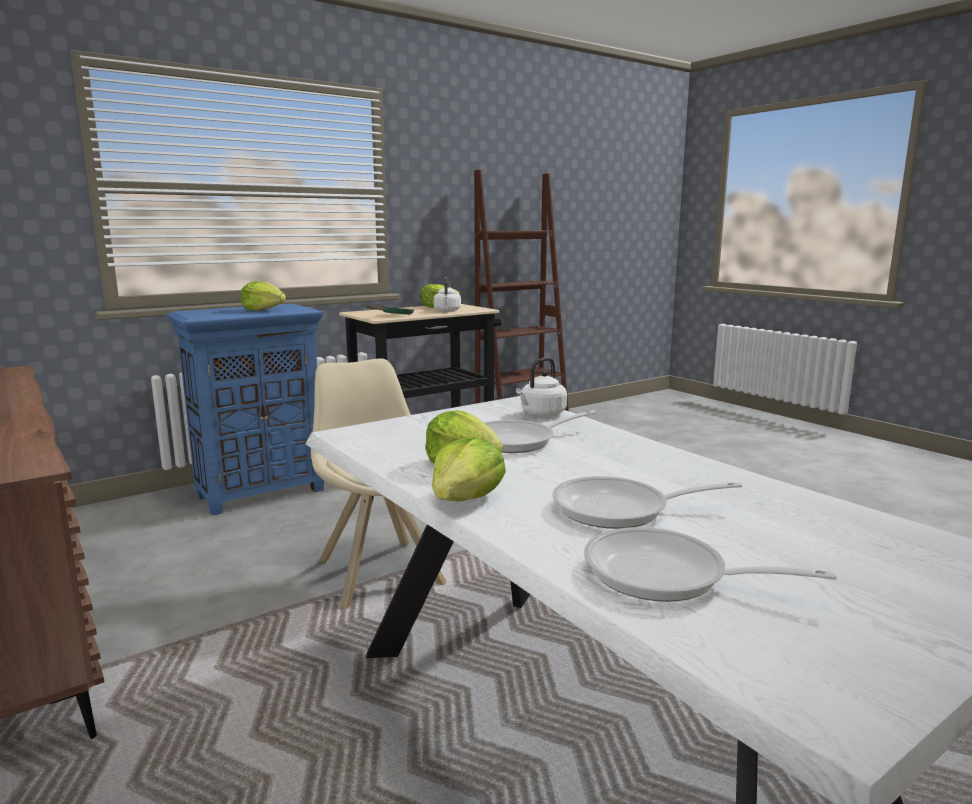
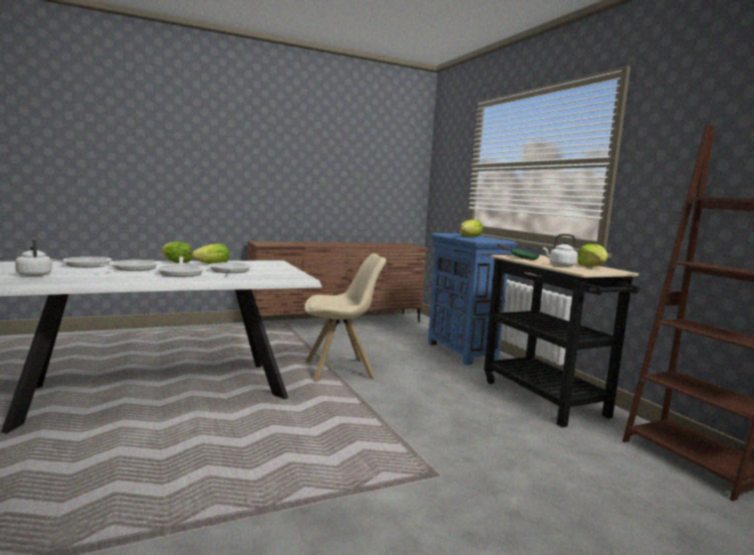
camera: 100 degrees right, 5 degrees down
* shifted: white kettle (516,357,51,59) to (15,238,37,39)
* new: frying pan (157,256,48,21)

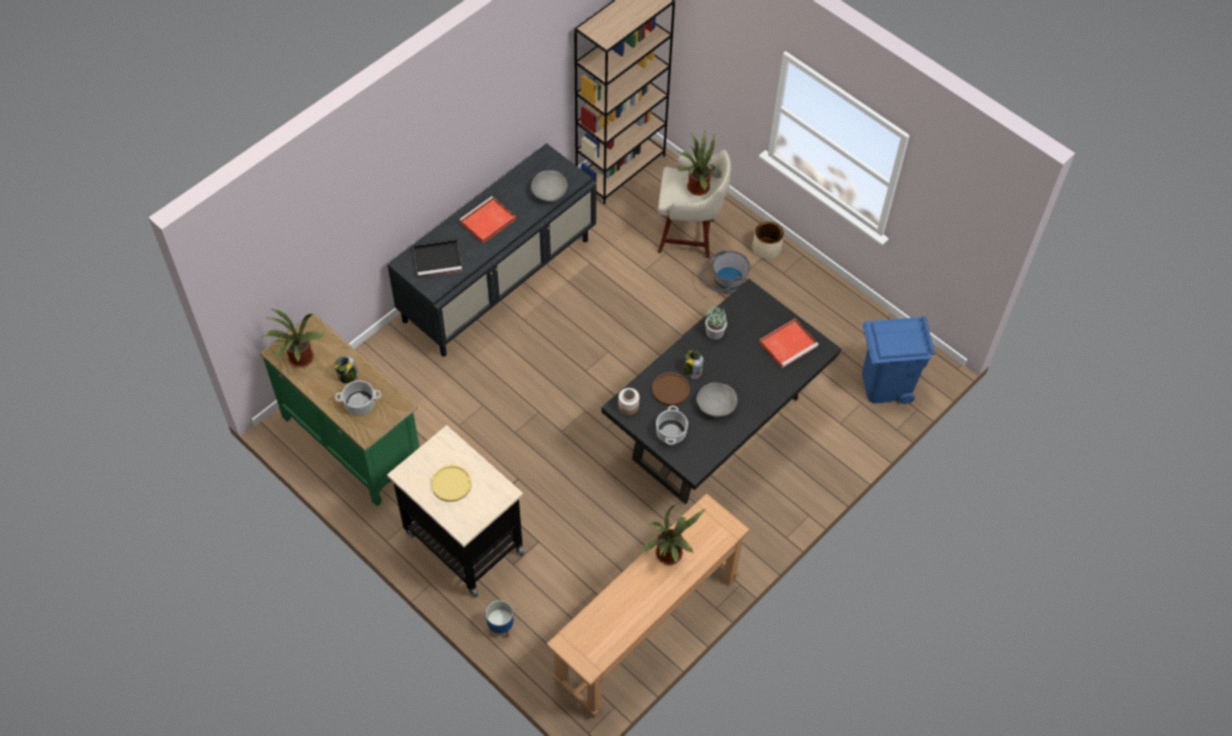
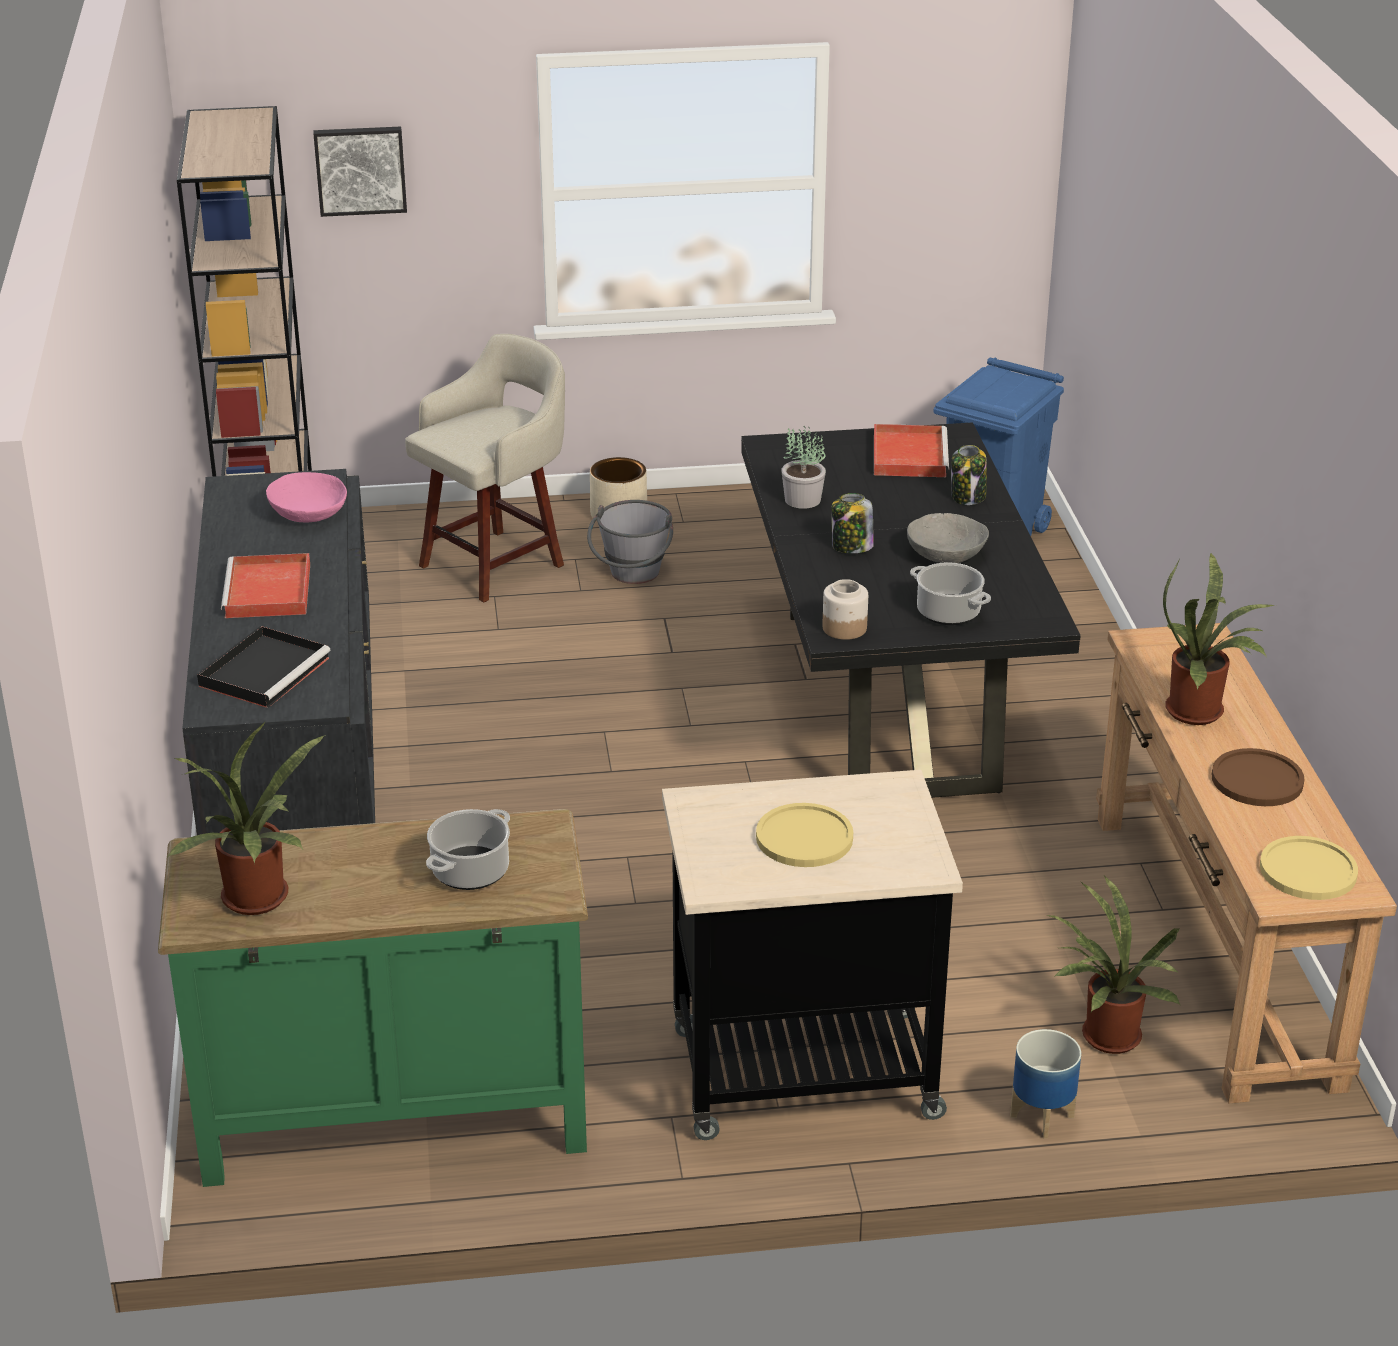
camera: 50 degrees left, 25 degrees down
* shifted: jar (334,356,25,28) to (951,445,36,60)
* repainted: grey bowl (531,170,37,32) to pink bowl (266,472,81,50)
* shifted: brown plate (652,372,38,34) to (1212,748,93,58)
* shifted: potted plant (676,131,39,65) to (1047,875,134,179)
* new: picture (313,126,94,91)
* new: yellow plate (1260,836,98,64)

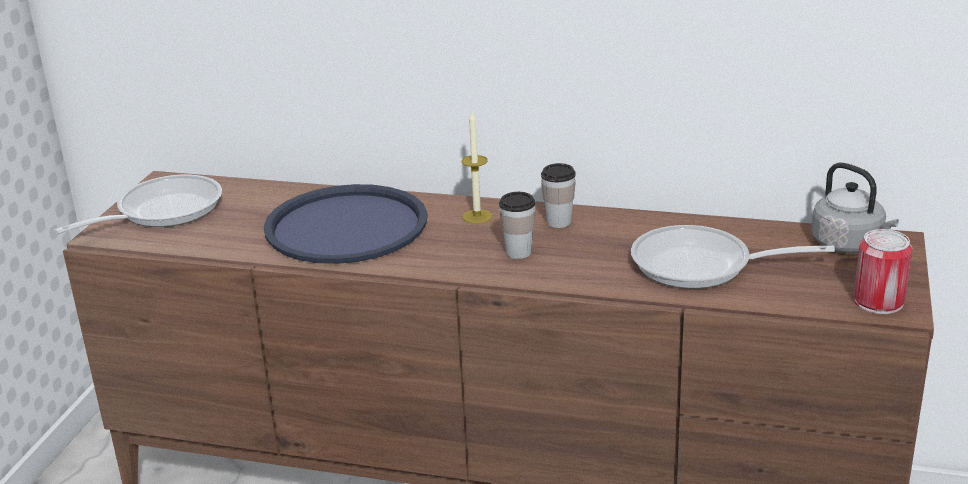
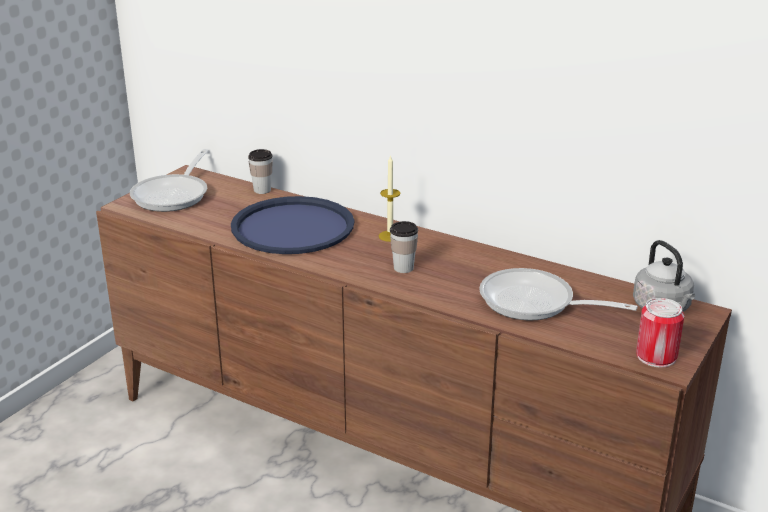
camera: 15 degrees right, 0 degrees up
* rotated: frying pan (54,175,168,59) = (130,149,78,63) 135 degrees clockwise
* shifted: cup (541,163,35,65) to (248,149,25,45)

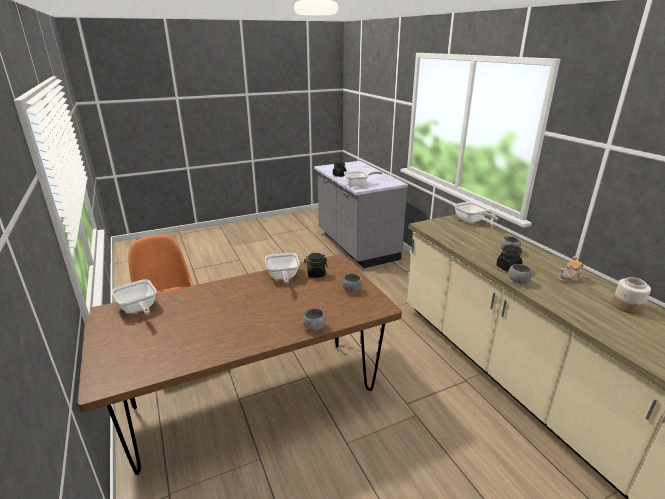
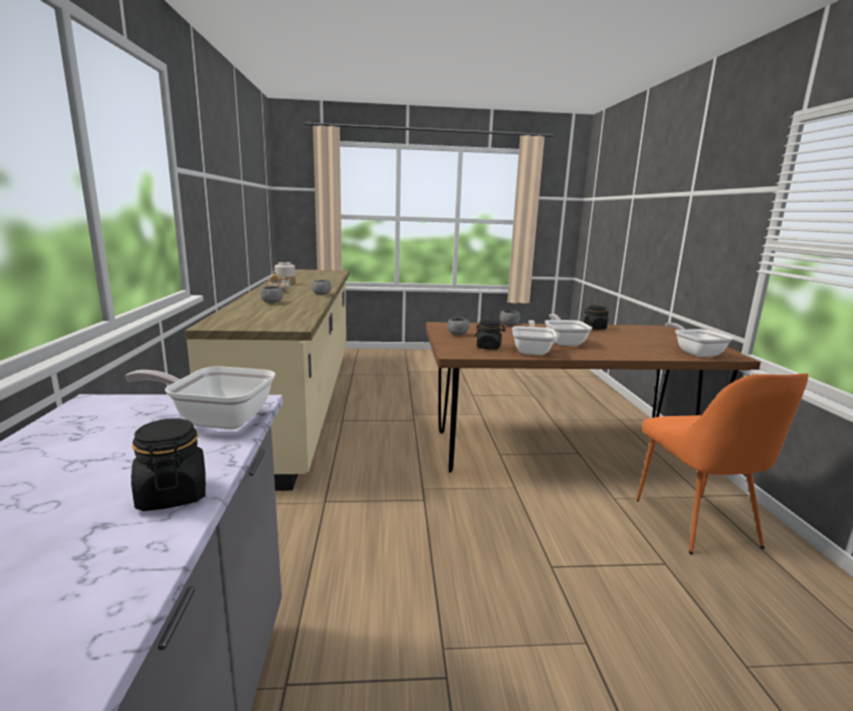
camera: 160 degrees left, 10 degrees down
* shifted: frying pan (454,201,44,22) to (545,314,47,32)
* shifted: black jar (496,245,26,27) to (584,305,25,25)

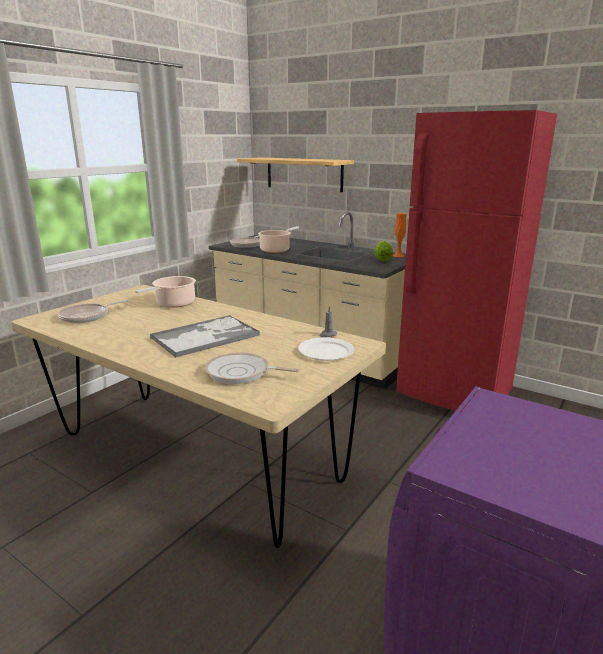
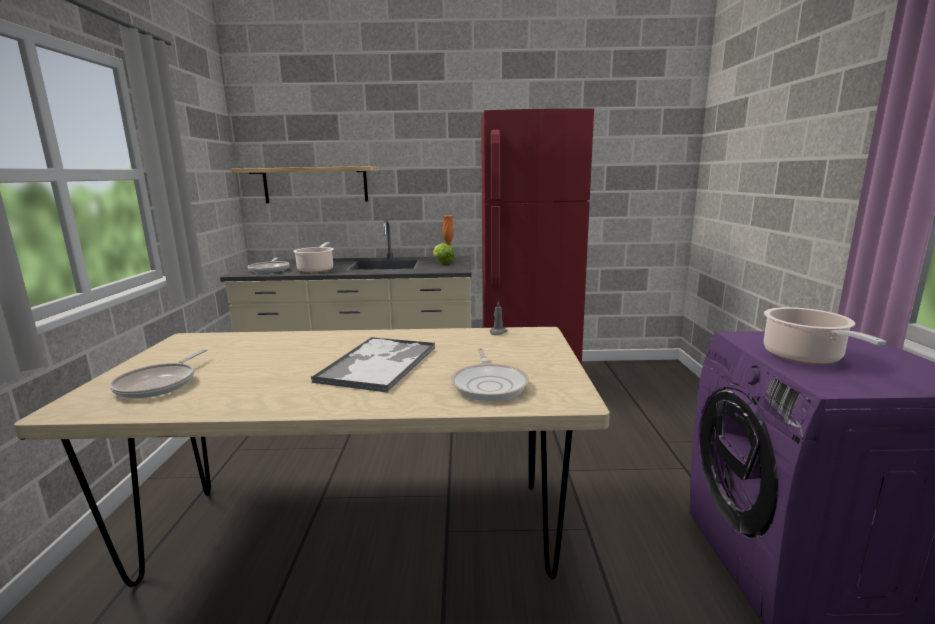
camera: 35 degrees left, 5 degrees down
* shifted: cooking pot (135,276,61,32) to (764,307,122,58)
* rotated: frying pan (205,352,95,32) = (451,348,78,53) 75 degrees counterclockwise
* gone: white plate (298,337,56,24)

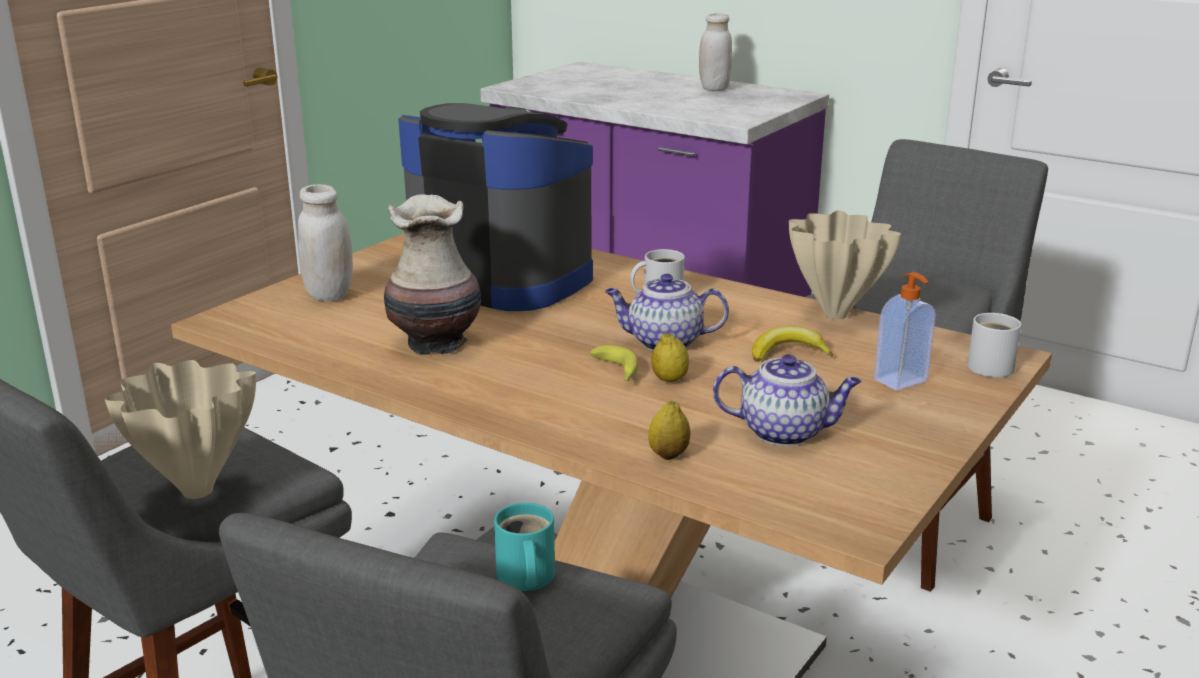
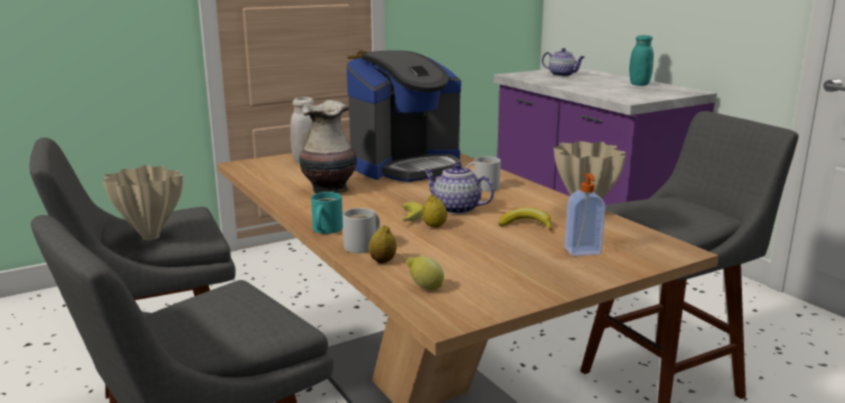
camera: 25 degrees right, 5 degrees down
* rotated: coffee machine (398,103,195,208) = (346,50,115,132) 90 degrees clockwise
* shifted: turquoise mug (494,503,61,88) to (311,192,32,42)
* repainted: white jar (699,13,33,78) to turquoise jar (629,35,25,51)
* shifted: teapot (713,354,149,92) to (542,48,42,28)
* shifted: white mug (967,313,54,64) to (343,208,37,45)
* new: lemon (406,256,38,34)

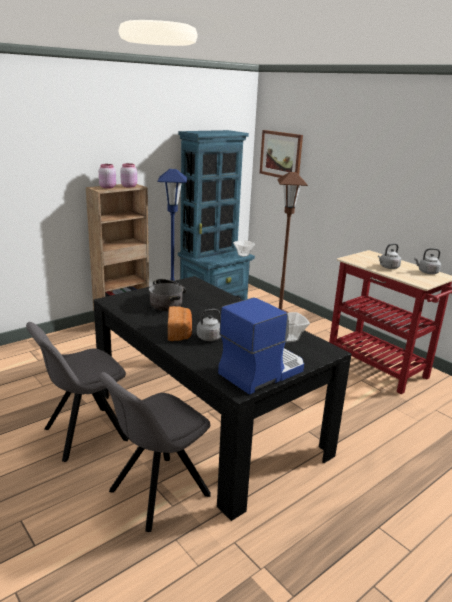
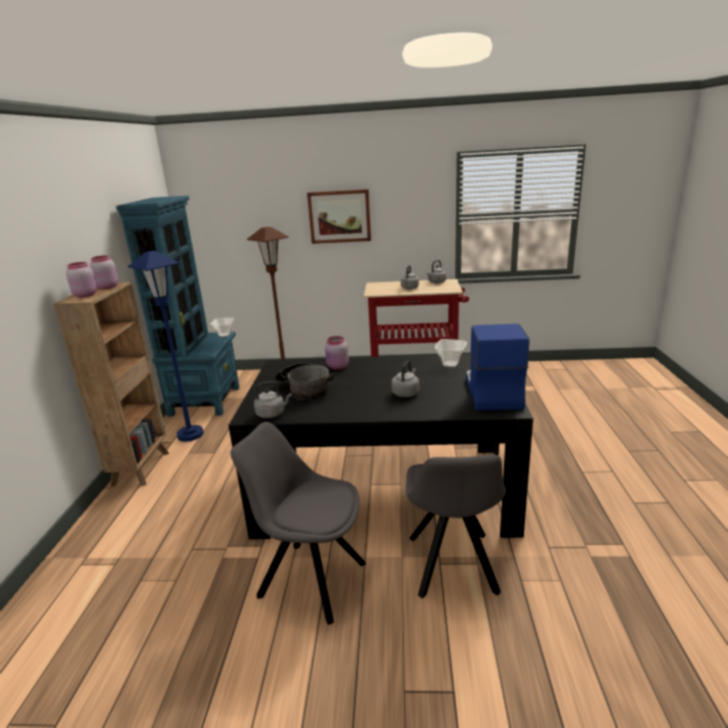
camera: 45 degrees left, 0 degrees up
* rotated: grey chair (26,322,103,140) = (230,422,136,203) 105 degrees clockwise
* gone: bread (168,306,24,35)
* shifted: picture (260,130,43,48) to (307,189,64,55)
* new: grey kettle (254,381,38,37)
* new: pink jar (325,336,24,34)

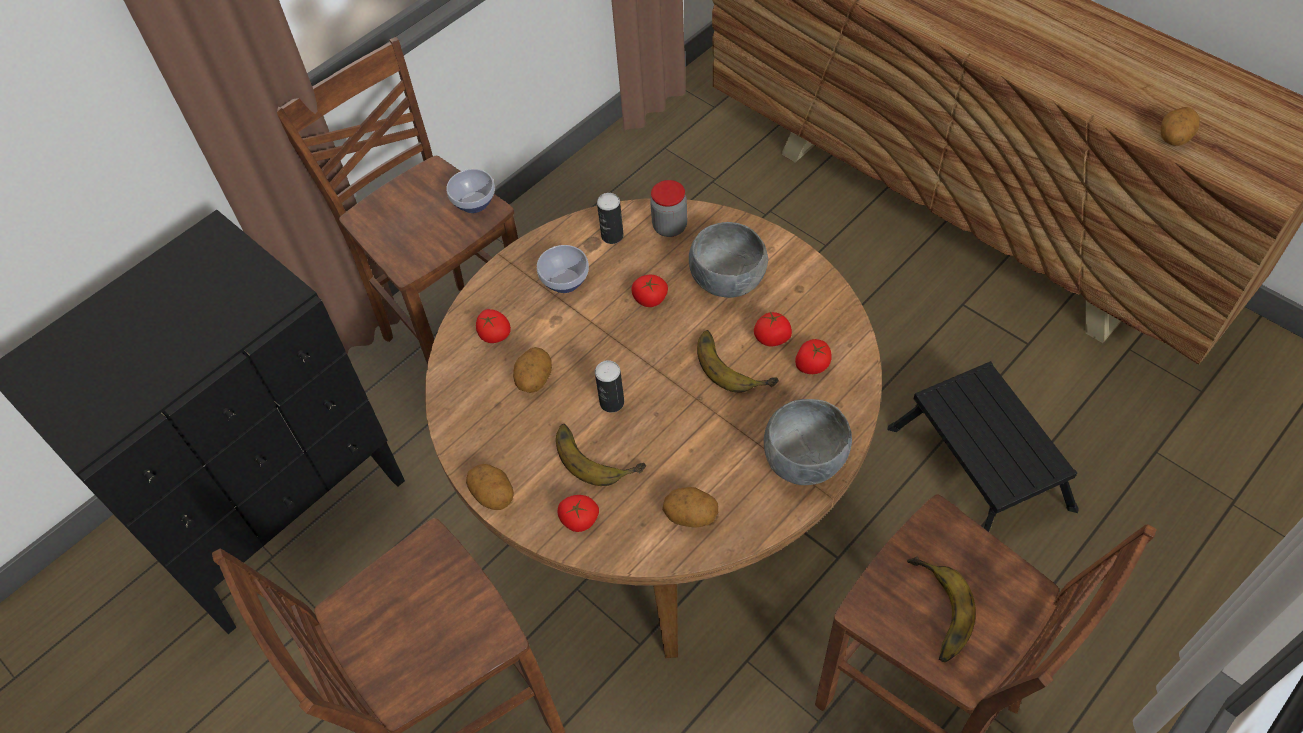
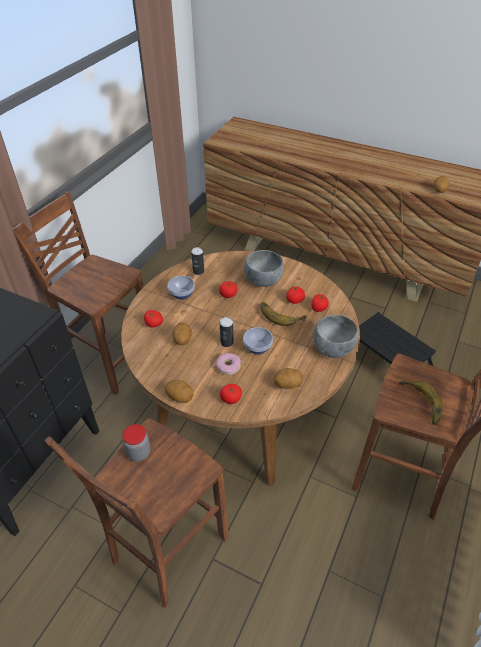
camera: 20 degrees left, 10 degrees down
* shifted: bowl (446,169,49,44) to (243,327,30,28)
* swapped: banana (556,424,90,62) to donut (216,353,25,22)
* shifted: jar (650,180,37,57) to (122,424,29,38)

